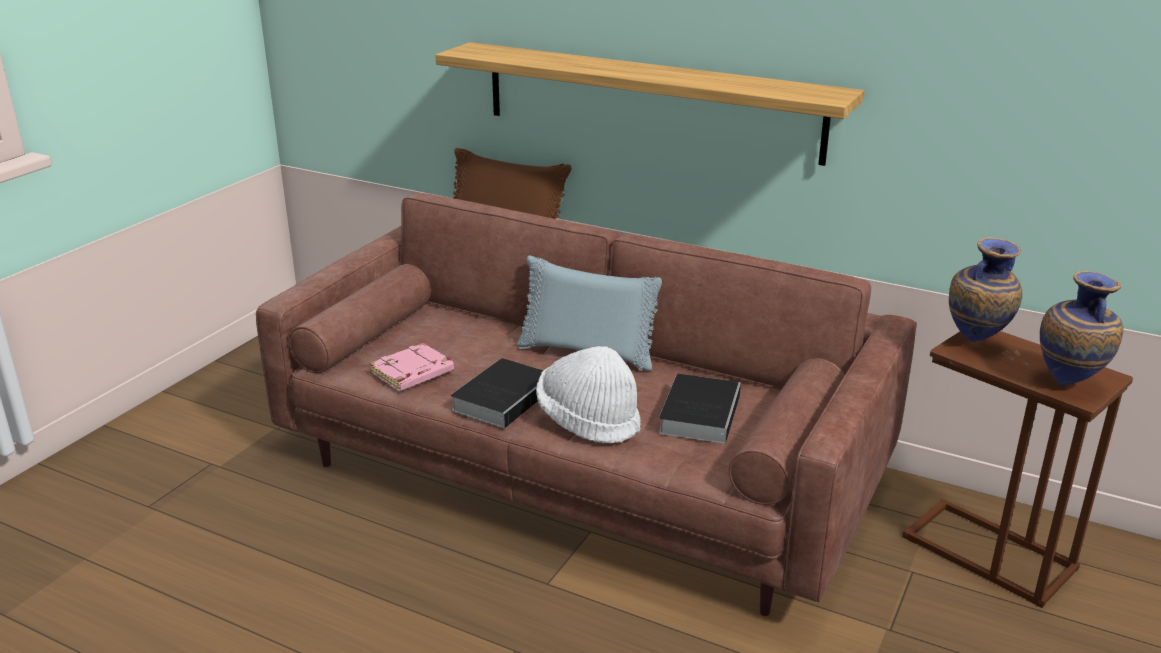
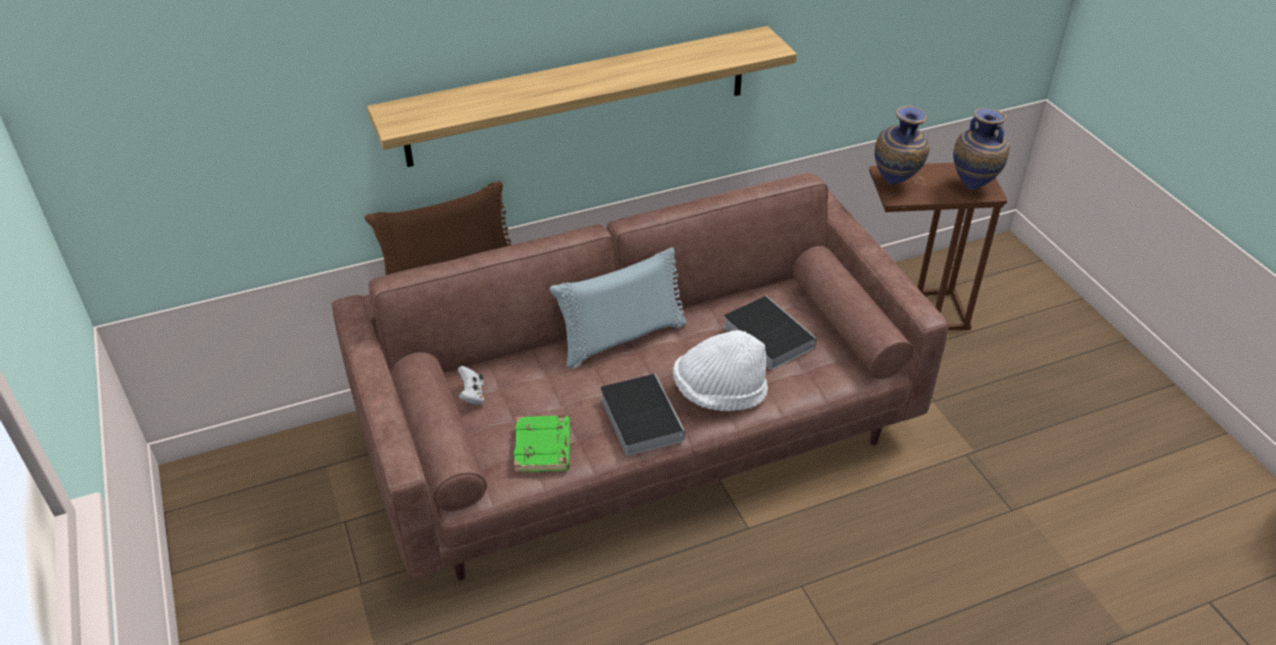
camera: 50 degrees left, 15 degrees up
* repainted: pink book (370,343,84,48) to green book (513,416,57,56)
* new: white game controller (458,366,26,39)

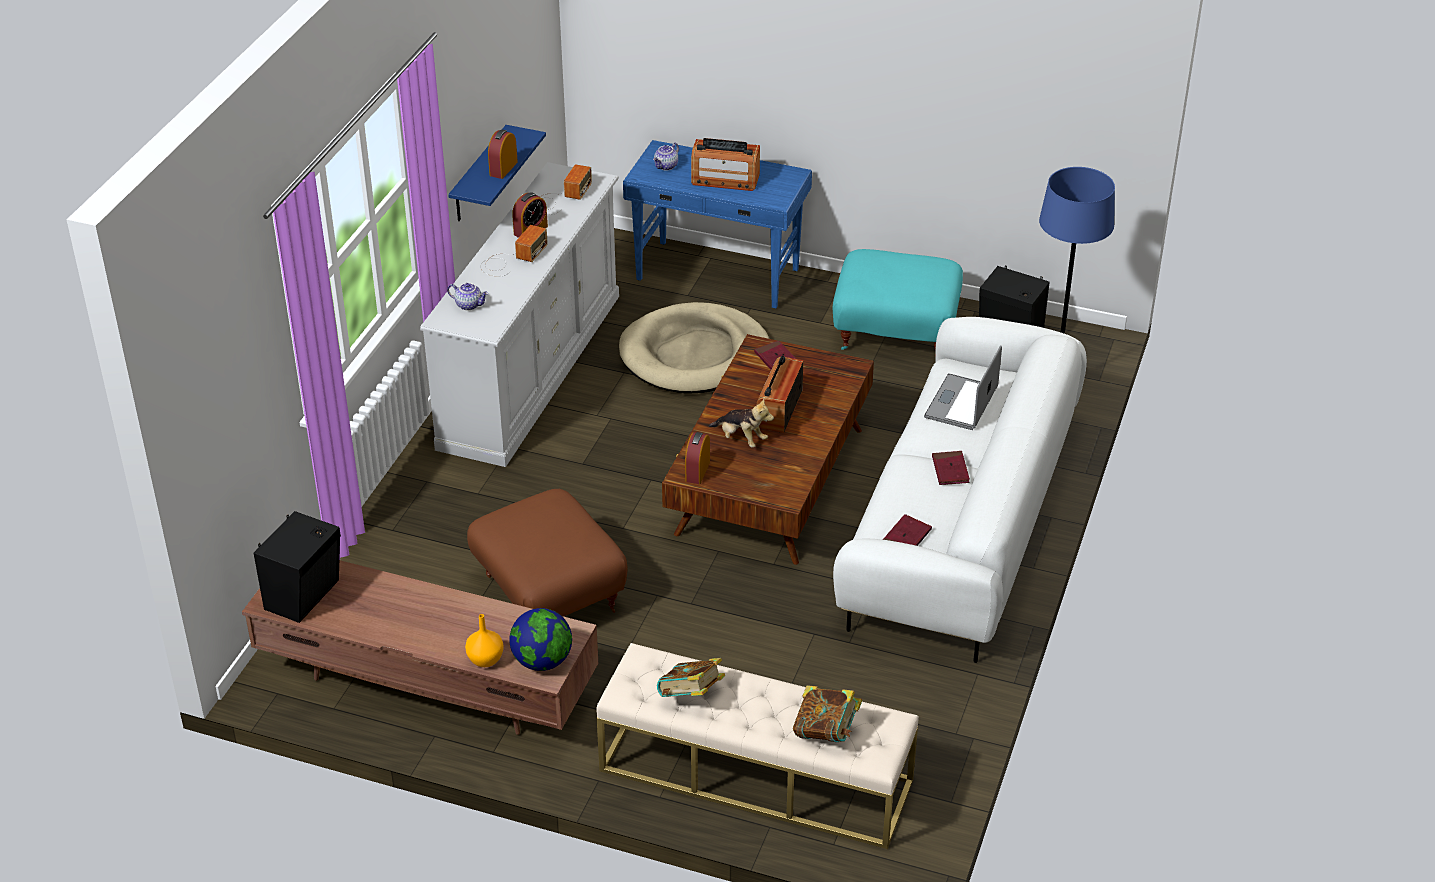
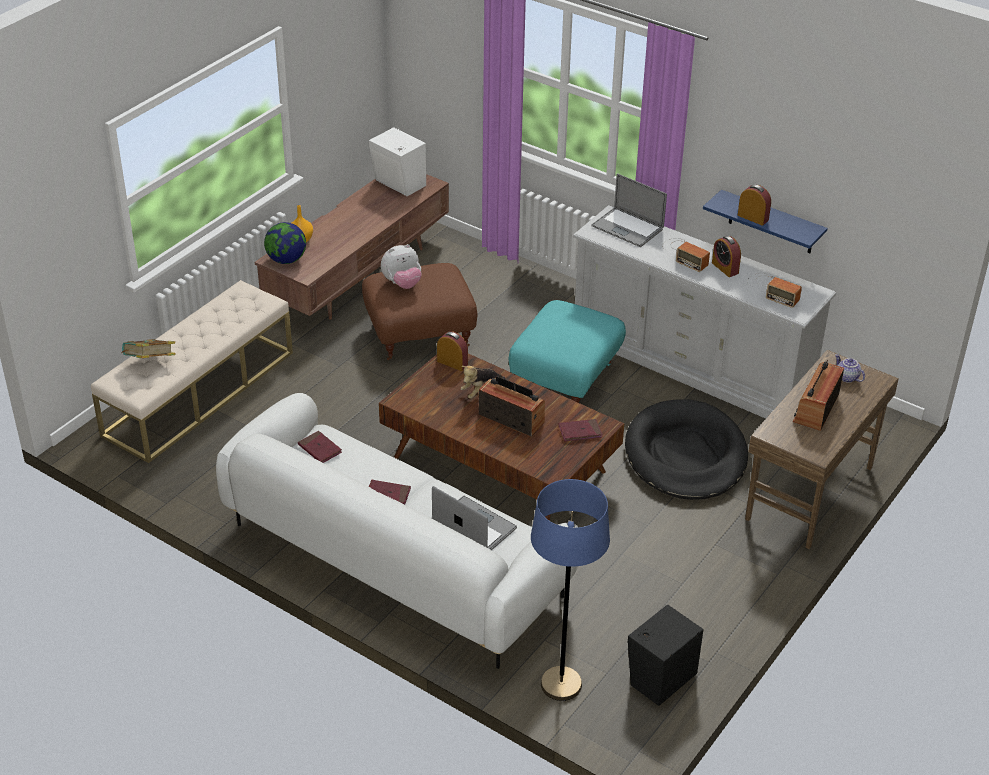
camera: 105 degrees right, 0 degrees up
* repainted: black speaker (254,511,87,112) to white speaker (369,127,57,69)
* swapped: teapot (447,283,41,27) to laptop (592,173,75,74)
* repainted: beige dog bed (619,302,150,92) to black dog bed (625,399,123,101)
* repainted: blue console table (623,140,189,168) to brown console table (745,350,154,199)
* gone: book (657,658,68,39)
* shifted: turquoise ottoman (833,249,130,107) to (509,300,117,103)
* new: plush toy (381,244,41,45)

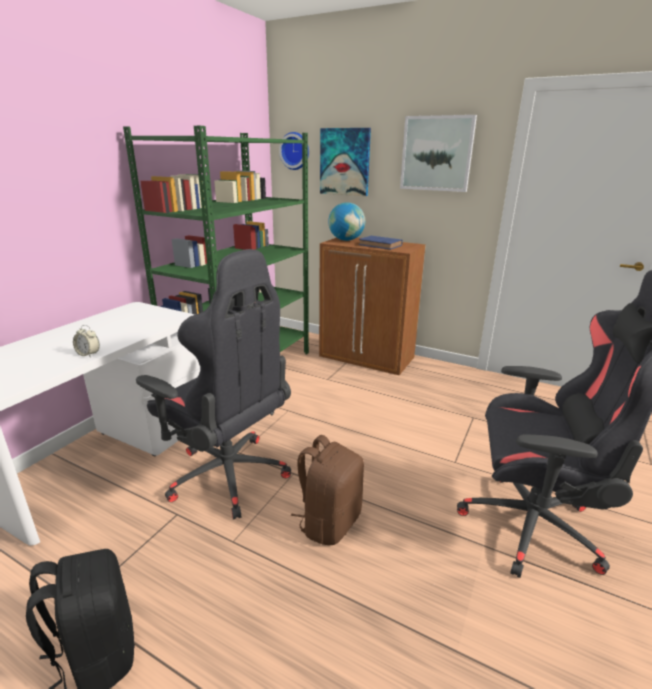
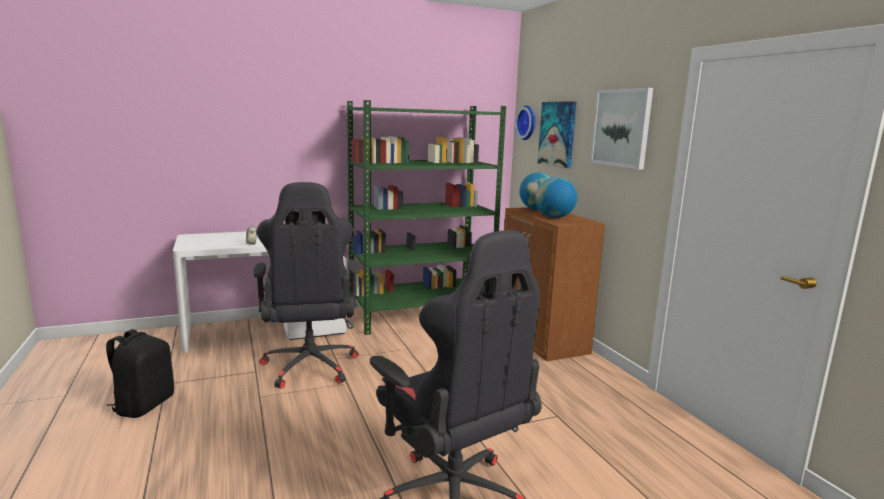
camera: 40 degrees right, 10 degrees down
* gone: brown backpack (291,435,73,110)
* swapped: blue book (359,236,44,14) to globe (535,177,42,41)

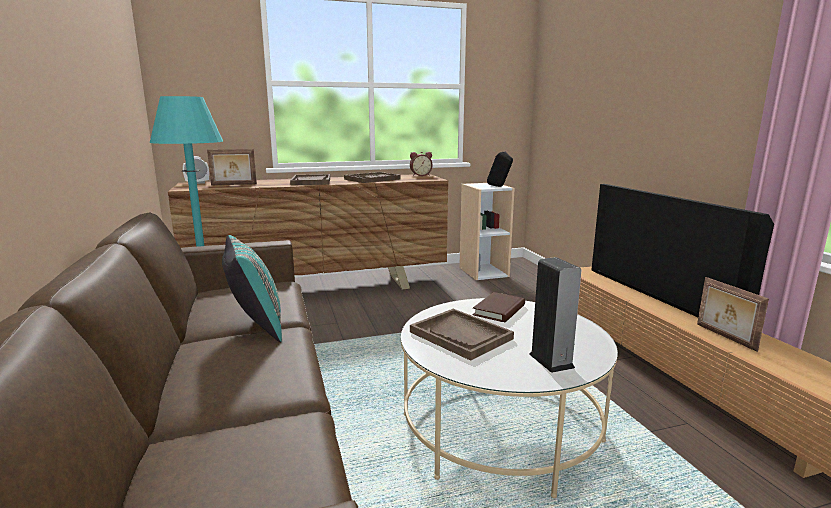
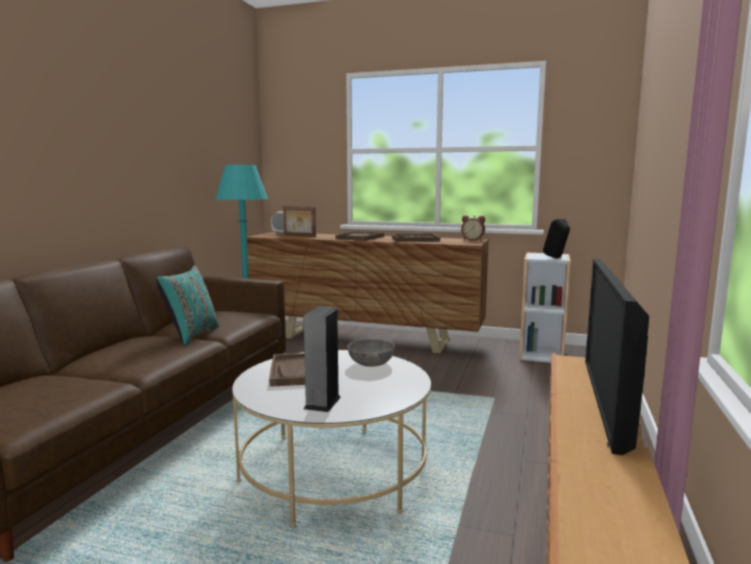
camera: 35 degrees right, 5 degrees down
* swapped: brown book (473,292,52,30) to grey bowl (348,339,47,28)
* gone: picture frame (697,277,72,75)

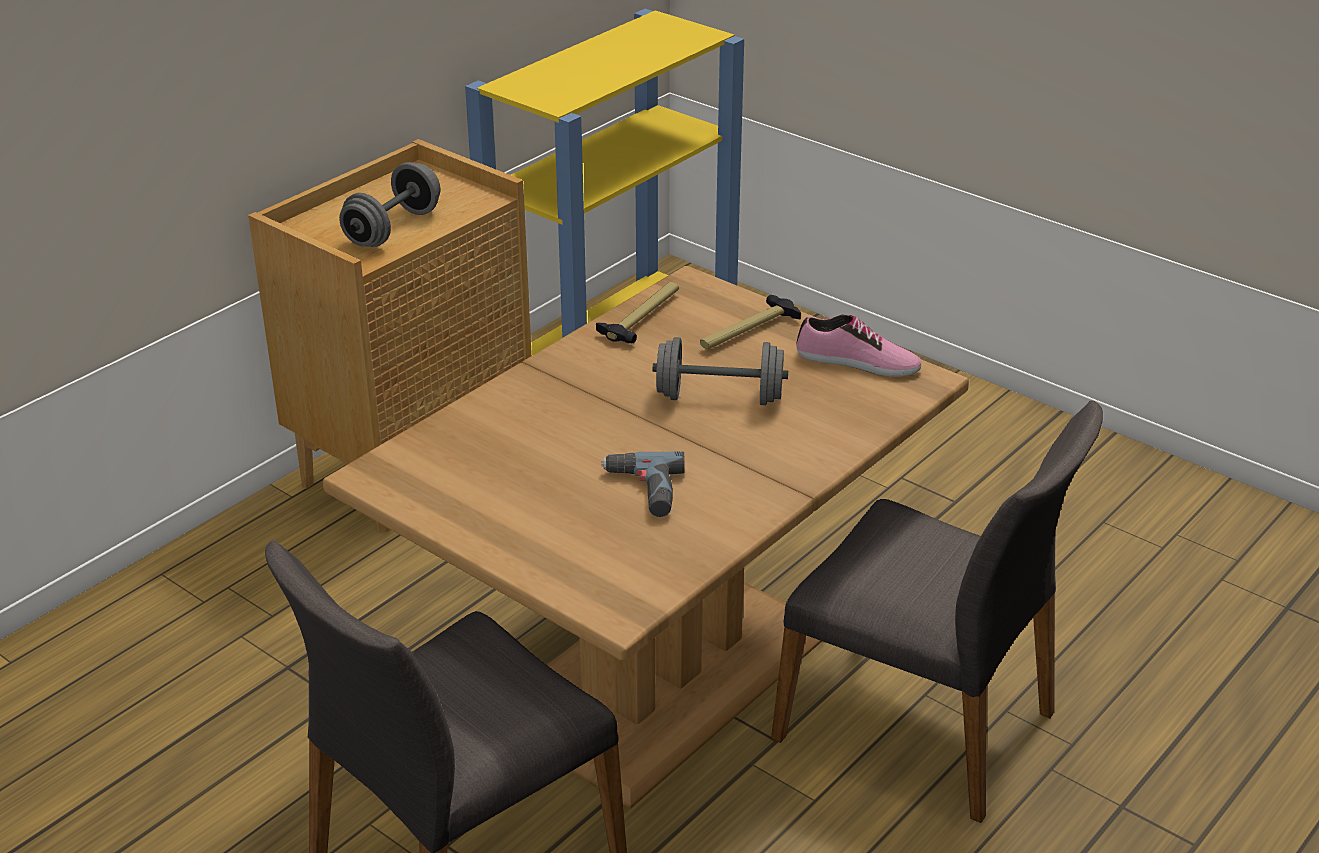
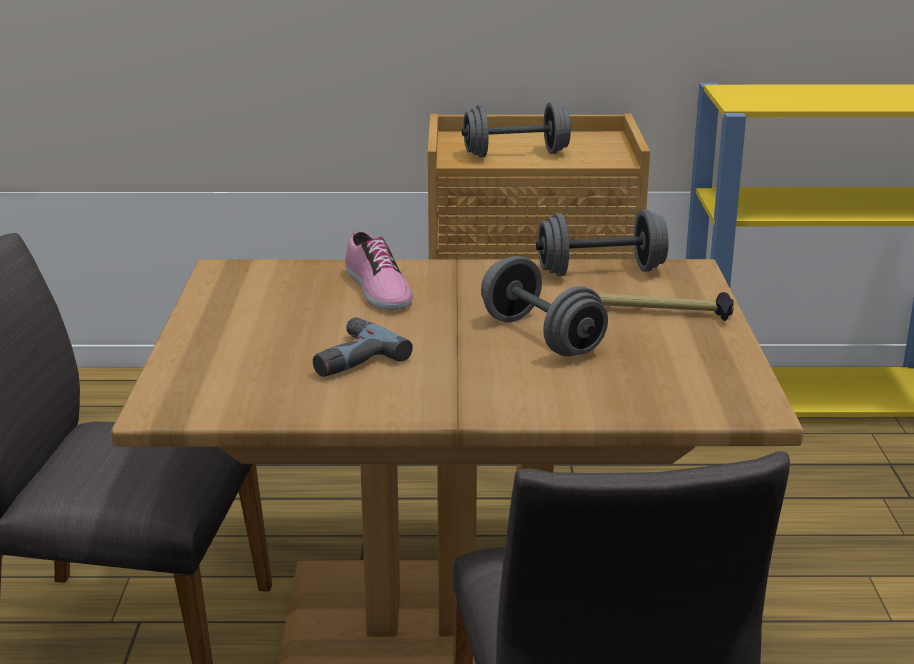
camera: 50 degrees right, 10 degrees down
* swapped: hammer (596,282,83,61) to grey dumbbell (536,209,133,67)
* shifted: shoe (797,314,124,63) to (345,231,68,79)

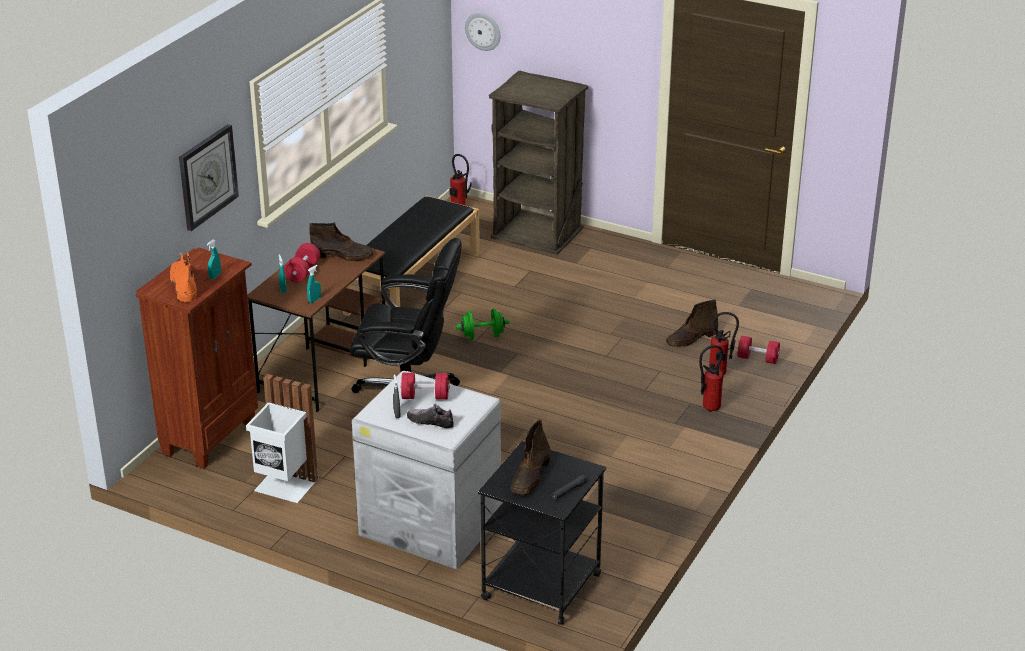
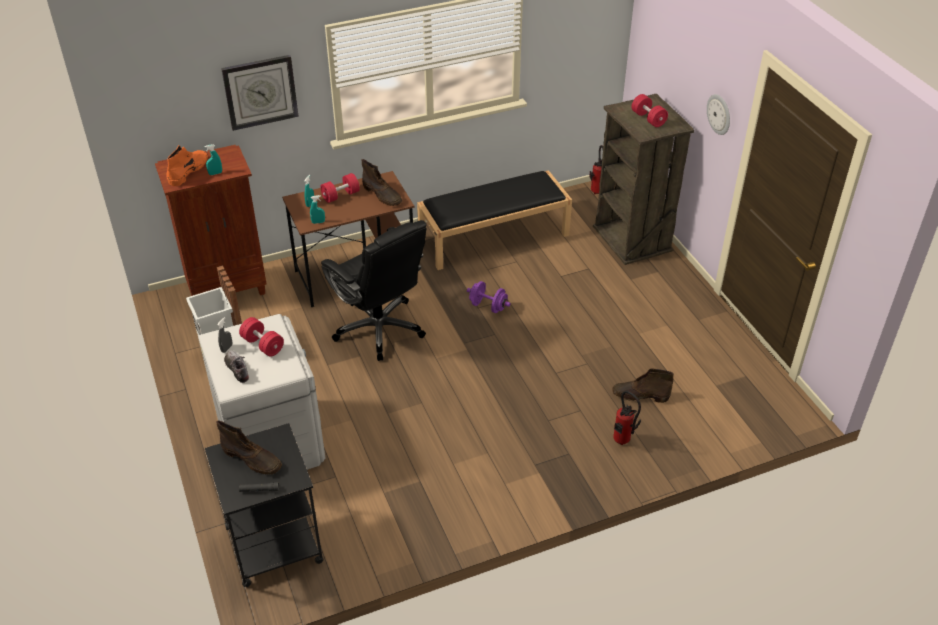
camera: 40 degrees right, 10 degrees up
* repainted: green dumbbell (456,308,53,32) to purple dumbbell (467,281,43,32)
* shifted: wall clock (465,13,35,38) to (707,94,23,41)
* rotated: brown boot (511,419,40,76) = (216,421,66,54) 120 degrees counterclockwise
* gone: fire extinguisher (699,345,24,67)
* shifted: red dumbbell (737,336,43,28) to (631,94,37,33)

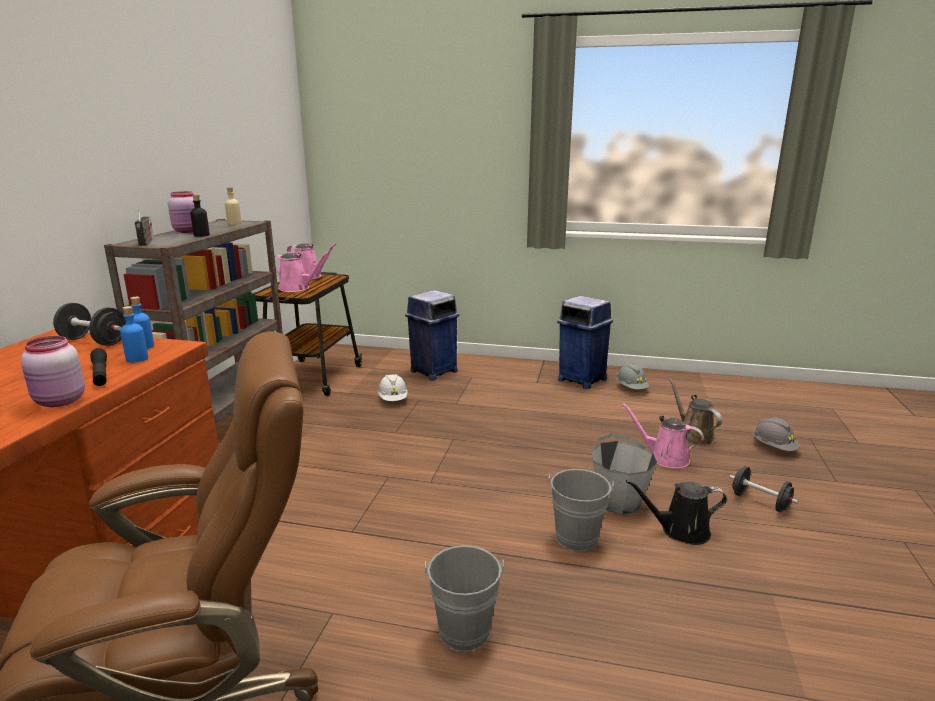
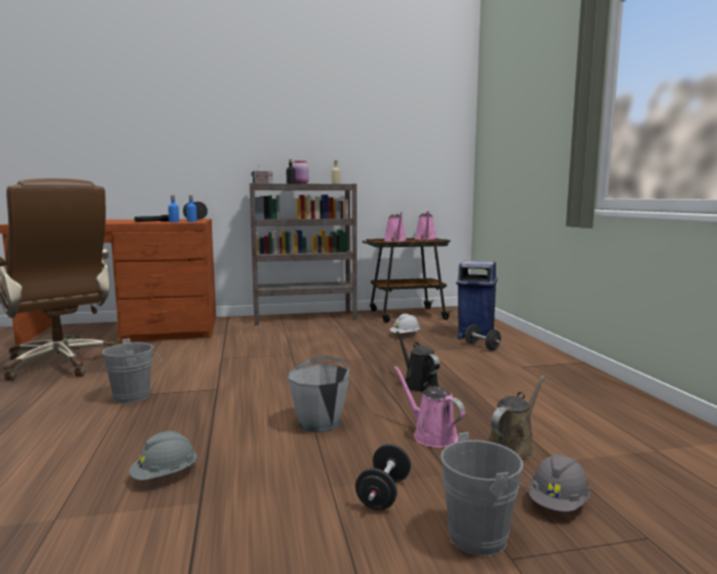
camera: 65 degrees right, 10 degrees down
* gone: pink jar (21,336,64,71)
* shifted: grey bucket (548,469,66,82) to (440,432,98,124)
* gone: blue trash can (557,296,56,93)
* shifted: grey hard hat (616,364,33,25) to (129,431,68,49)
* rotated: pink watering can (622,403,82,65) = (394,366,71,82) 45 degrees counterclockwise
* shifted: black watering can (626,480,101,65) to (396,331,44,61)
* new: black dumbbell (465,324,36,26)

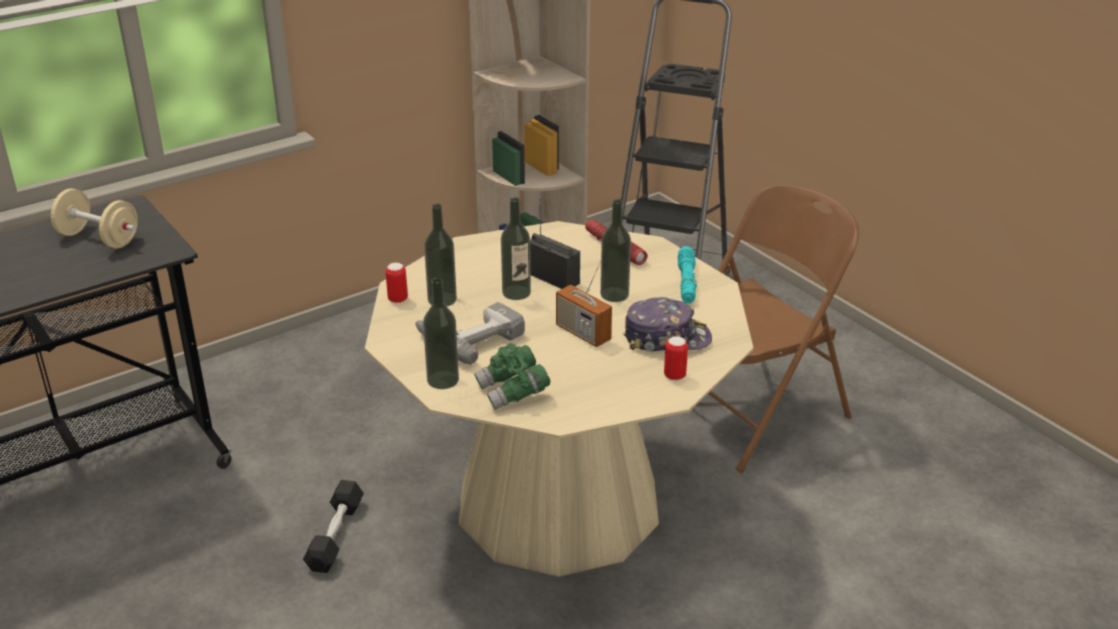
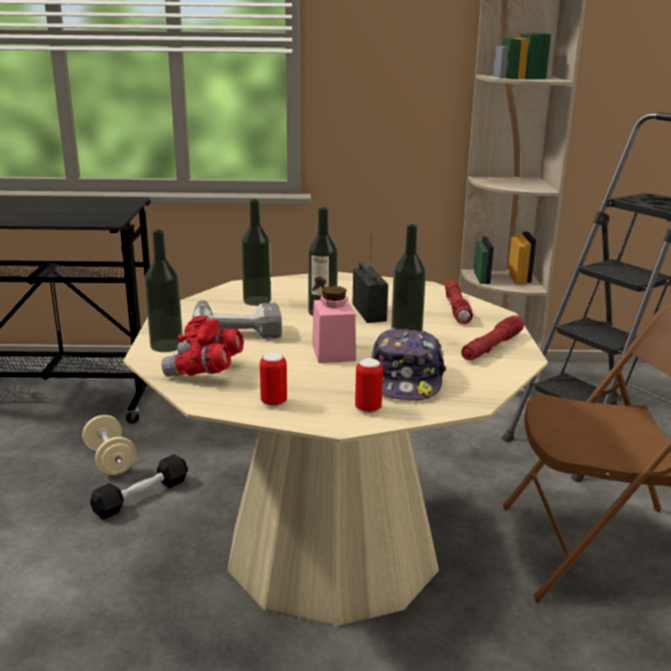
camera: 35 degrees right, 10 degrees down
* shifted: beige dumbbell (51,188,87,60) to (82,415,55,60)
* shifted: can (385,262,23,41) to (260,353,27,53)
* repainted: green binoculars (474,344,77,66) to red binoculars (161,315,83,62)
* swapped: radio (556,259,56,88) to pink jar (312,286,44,77)
* rotated: cap (623,297,89,54) = (371,327,75,73) 60 degrees clockwise
* repainted: turquoise flashlight (678,246,19,57) to red flashlight (461,315,63,46)

